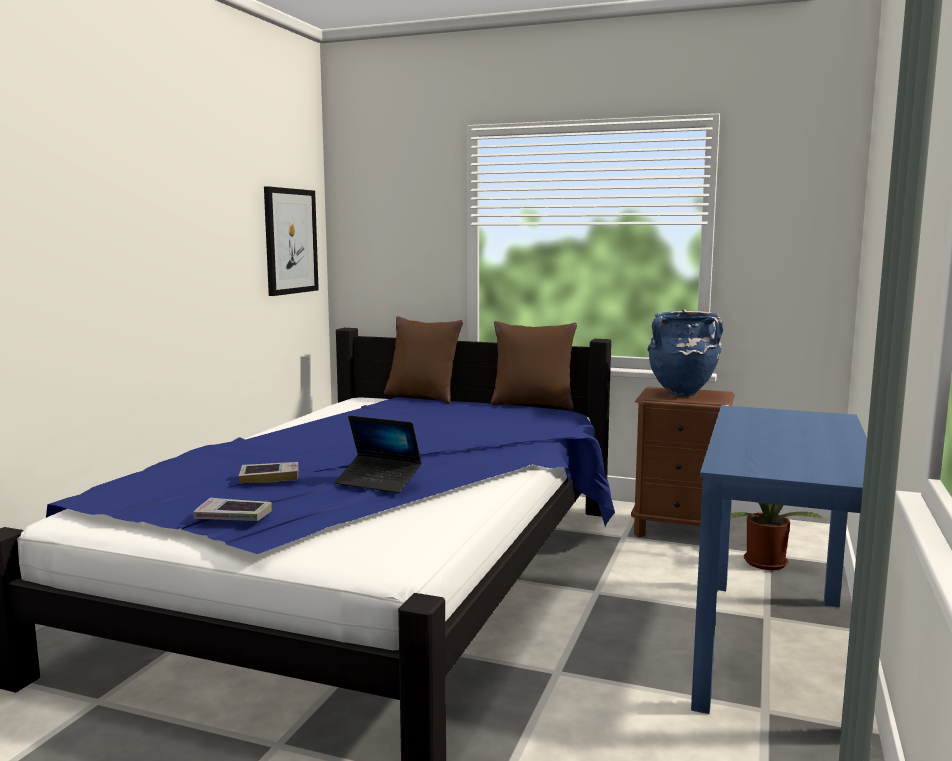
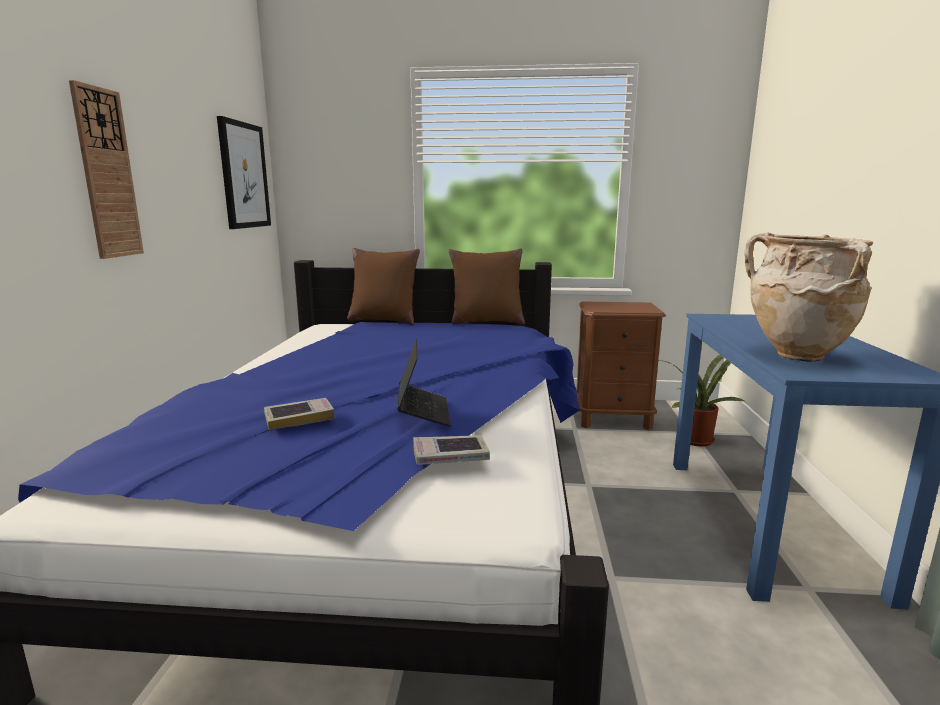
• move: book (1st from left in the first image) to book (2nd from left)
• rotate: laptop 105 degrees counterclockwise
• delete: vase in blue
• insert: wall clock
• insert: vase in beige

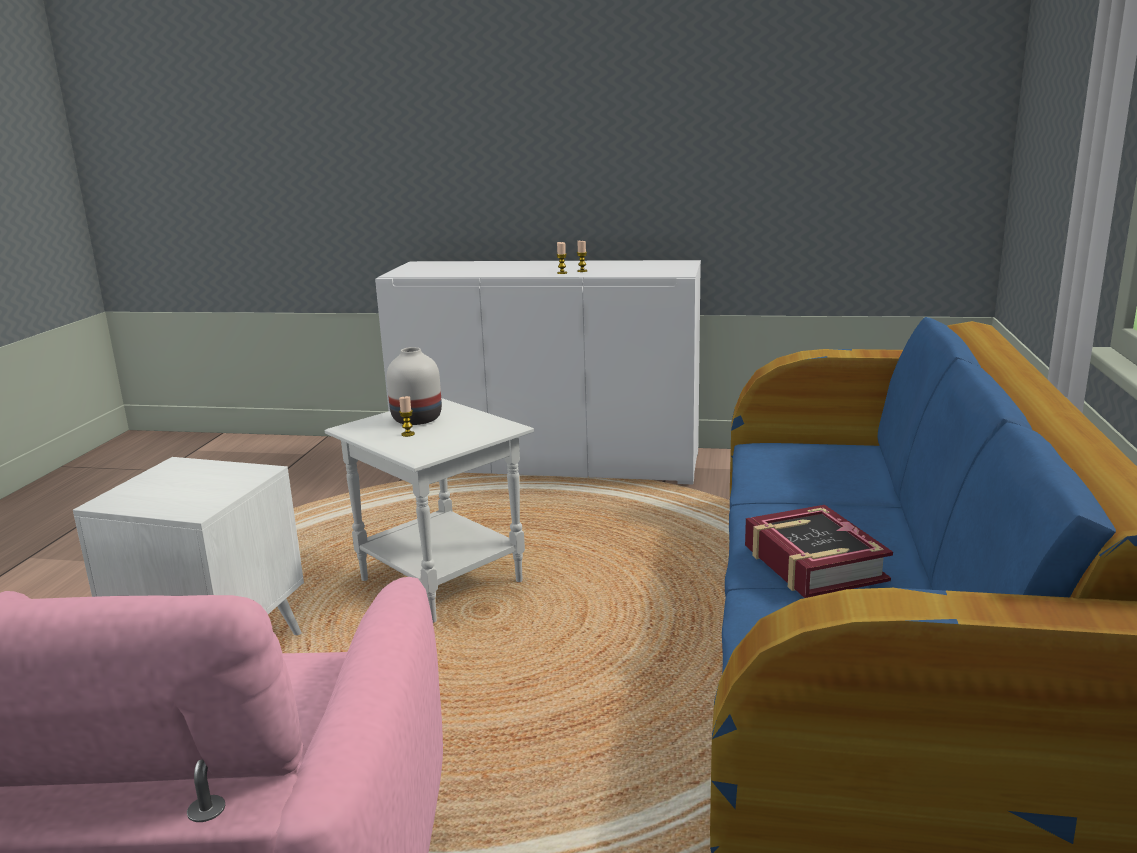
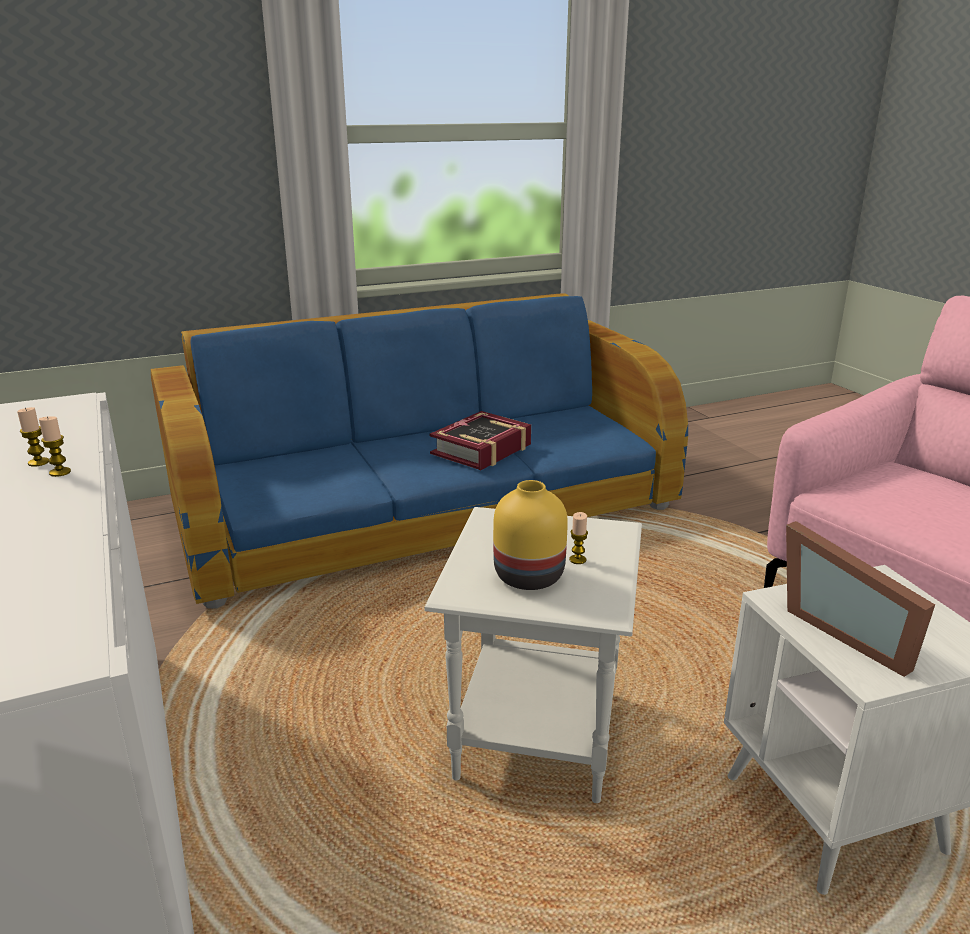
• recolor: vase in white to vase in yellow
• insert: picture frame

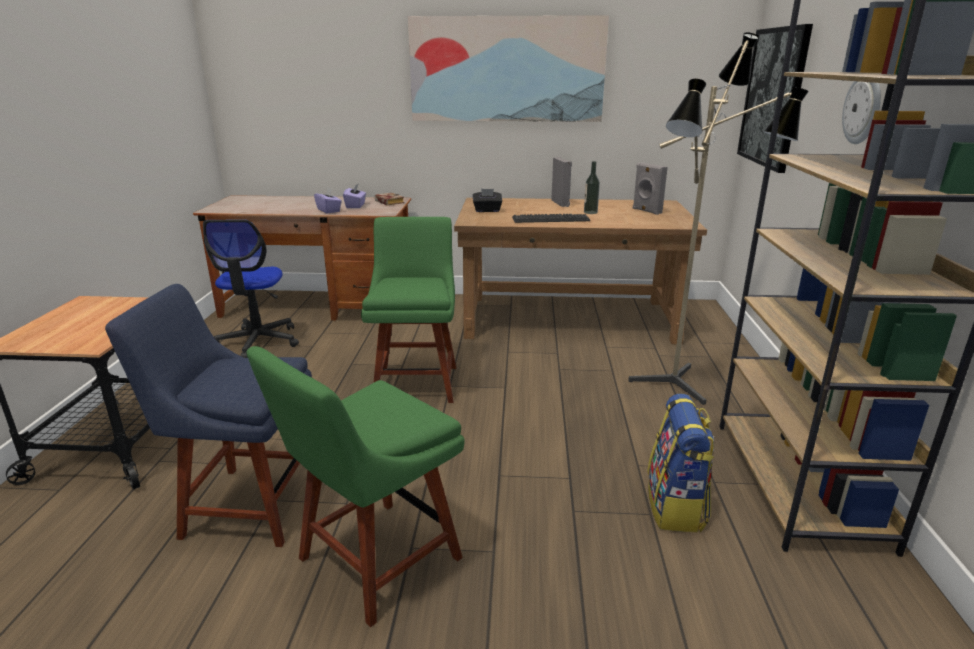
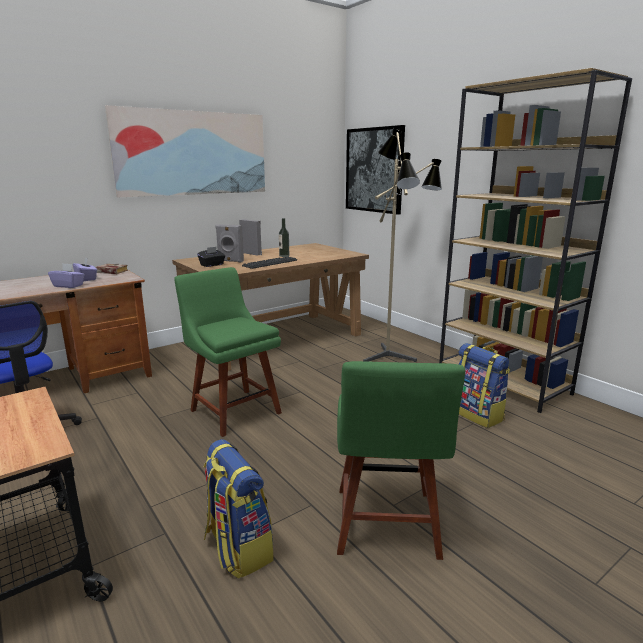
• replace: chair in blue to backpack (1st from left)
• move: speaker in grey (2nd from left in the first image) to speaker in grey (1st from left)
• delete: wall clock

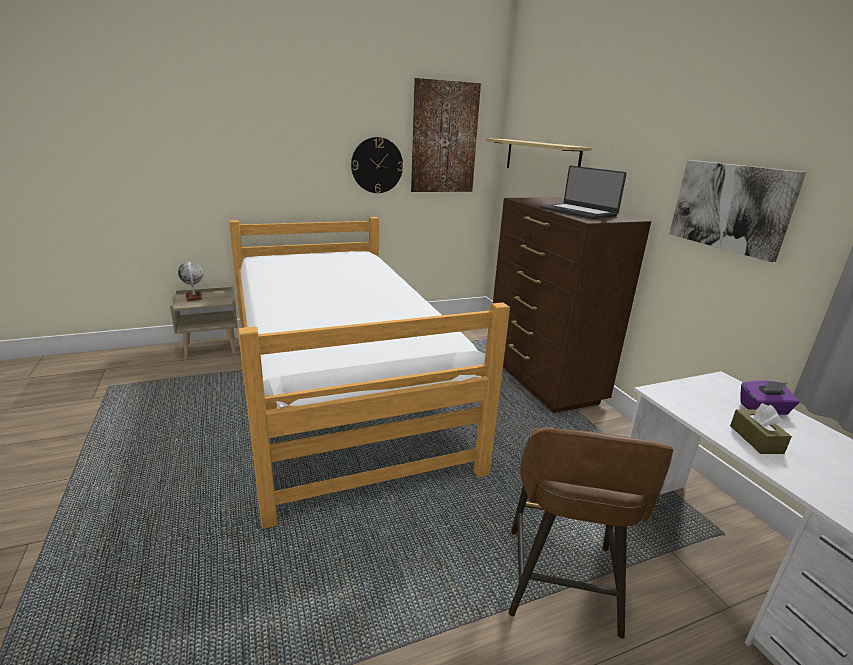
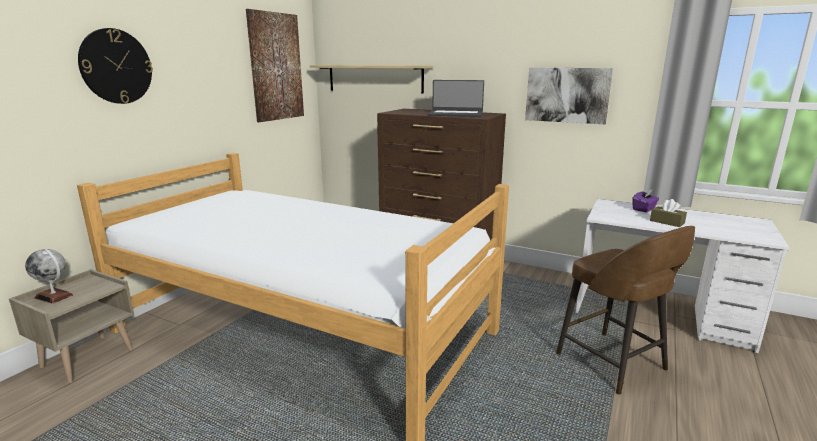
• move: wall clock

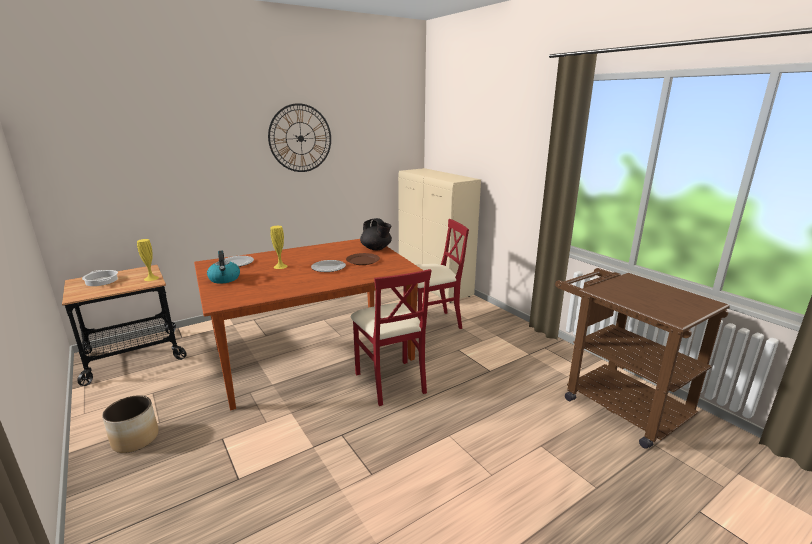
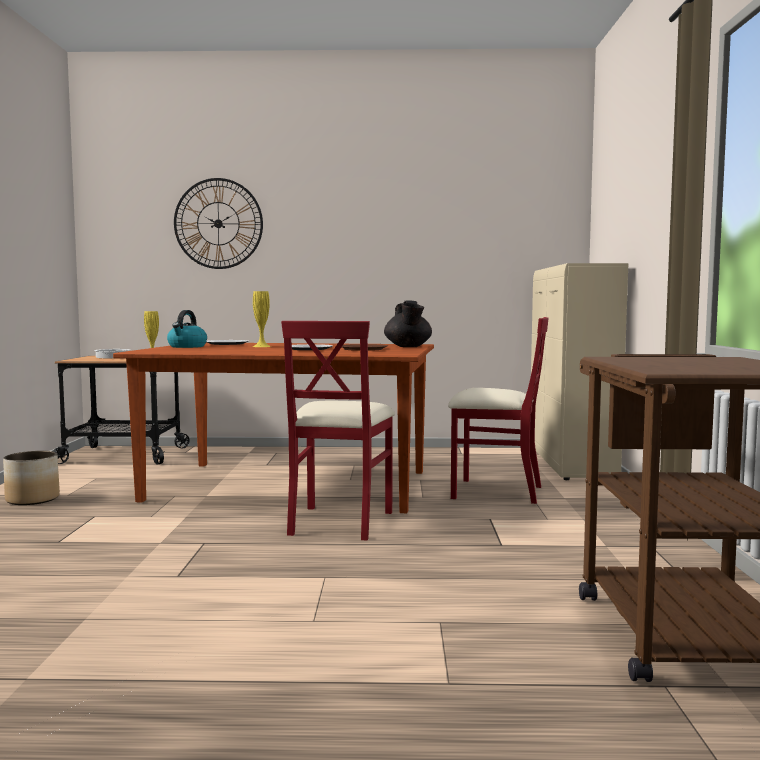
• move: wall clock

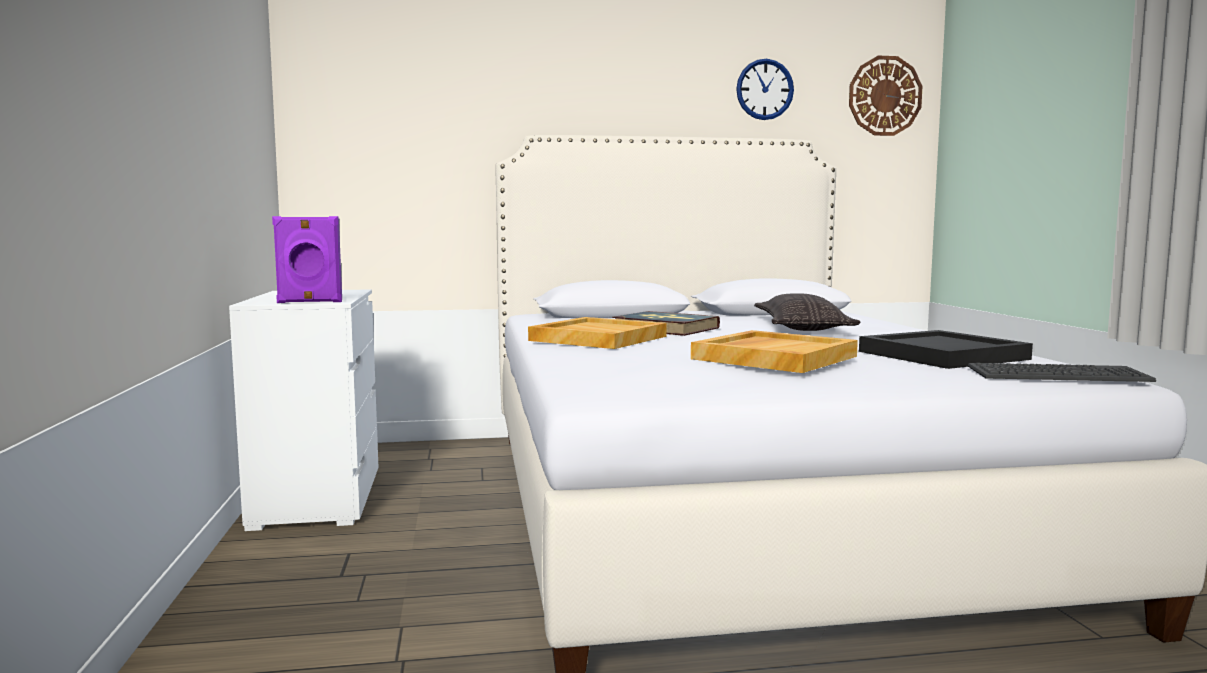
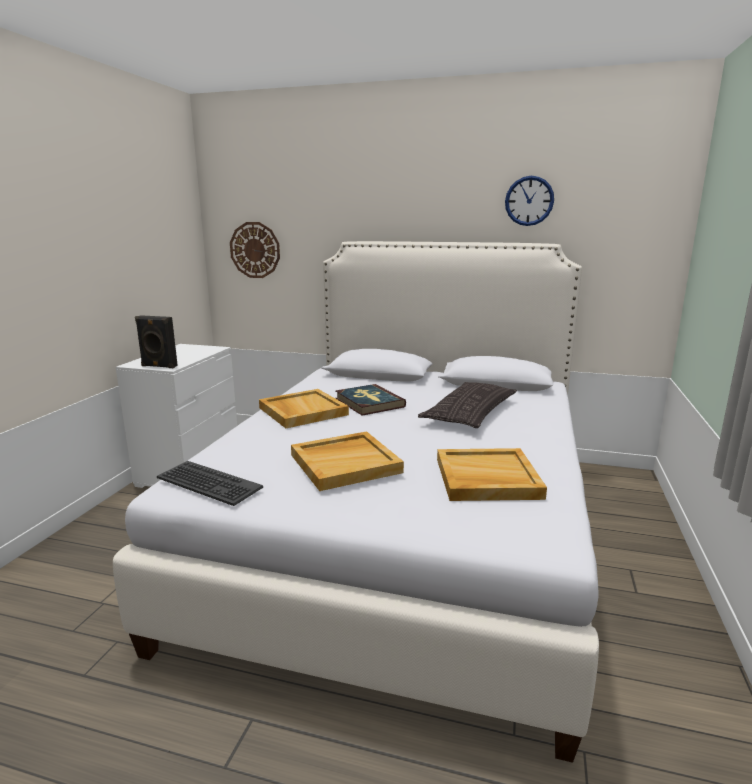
• recolor: speaker in purple to speaker in black
• move: wall clock (2nd from left in the first image) to wall clock (1st from left)
• recolor: tray in black to tray in beige (3rd from left)
• move: keyboard

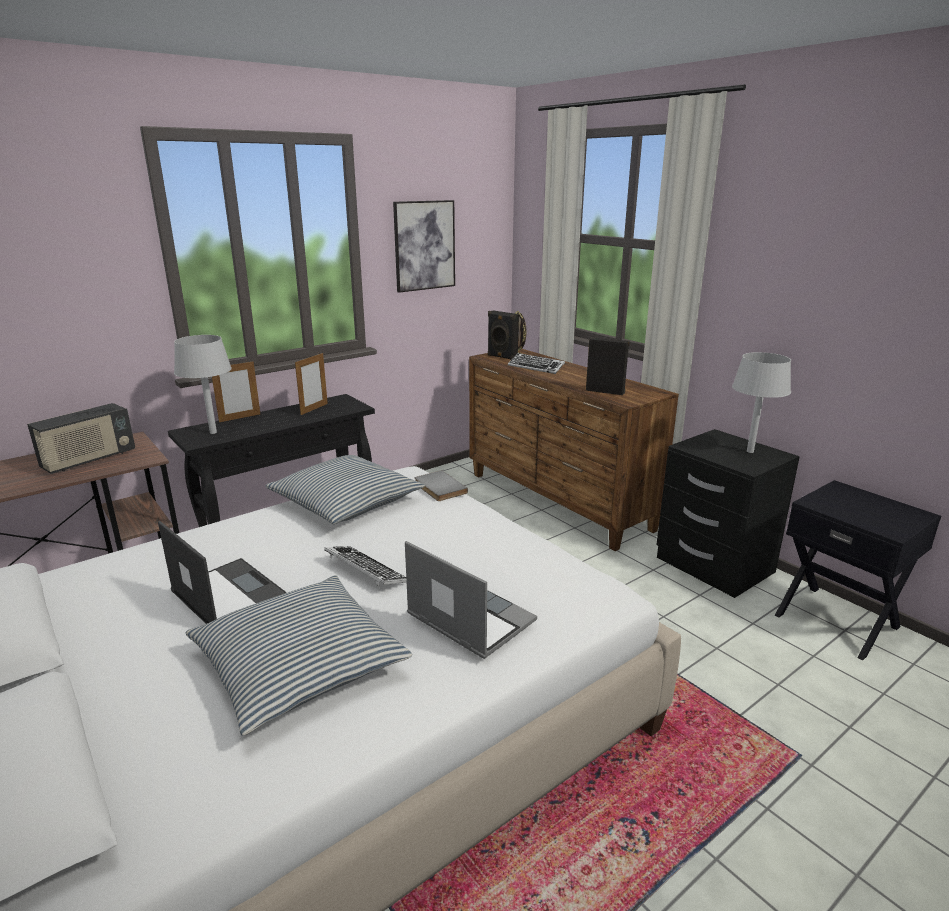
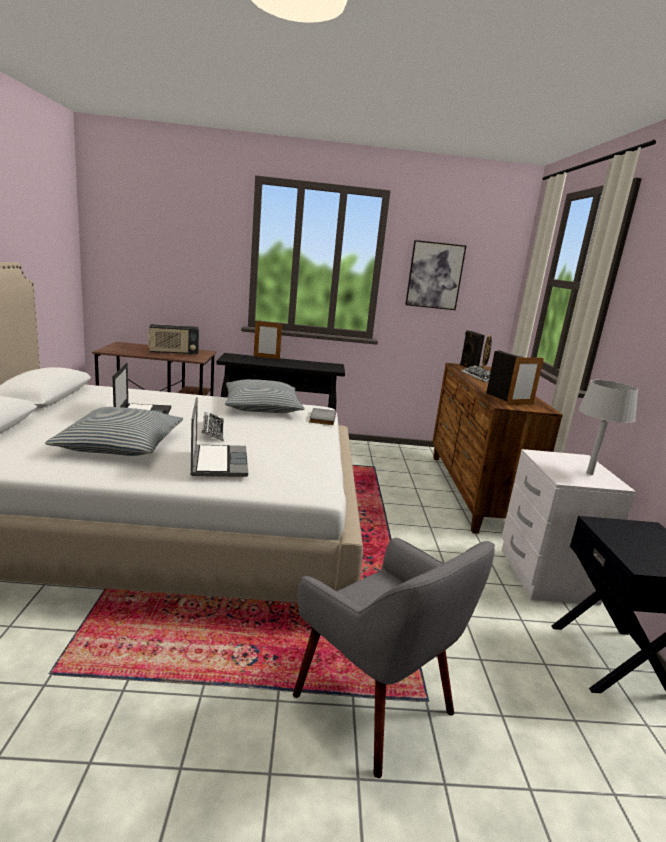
• delete: table lamp in grey (1st from left)
• move: picture frame (2nd from left in the first image) to picture frame (3rd from left)
• recolor: nightstand in black (1st from left) to nightstand in white
• insert: armchair in grey

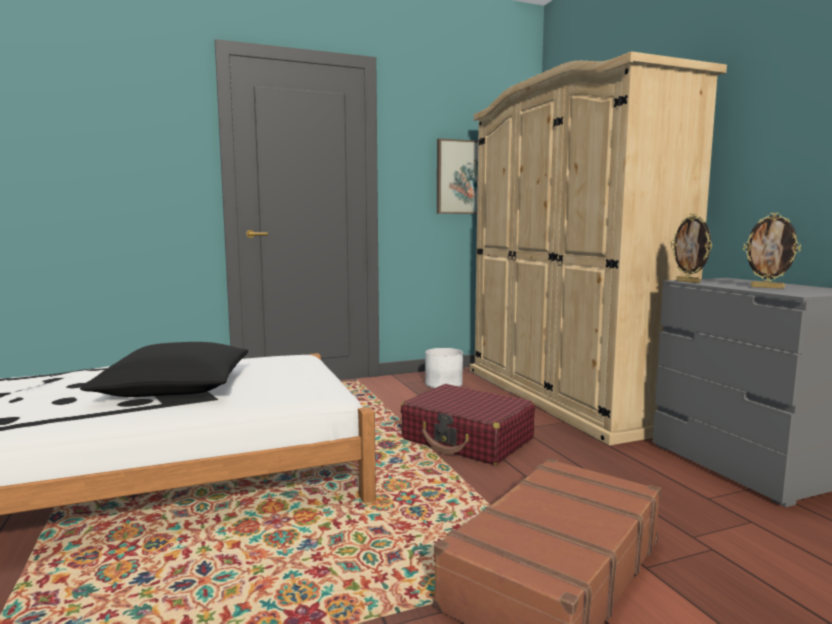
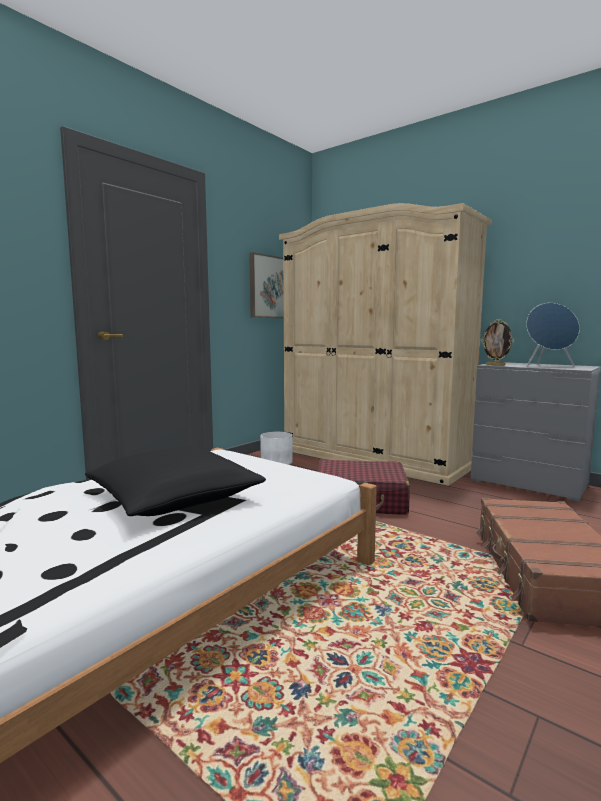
• replace: picture frame (2nd from left) to speaker in blue

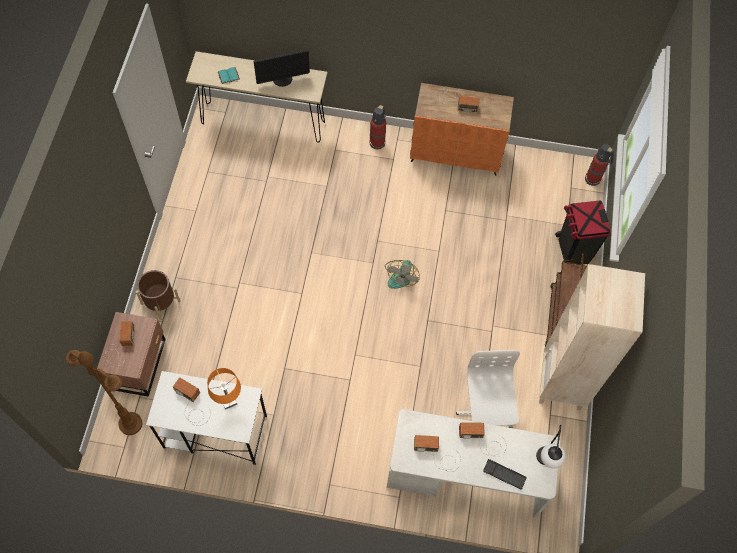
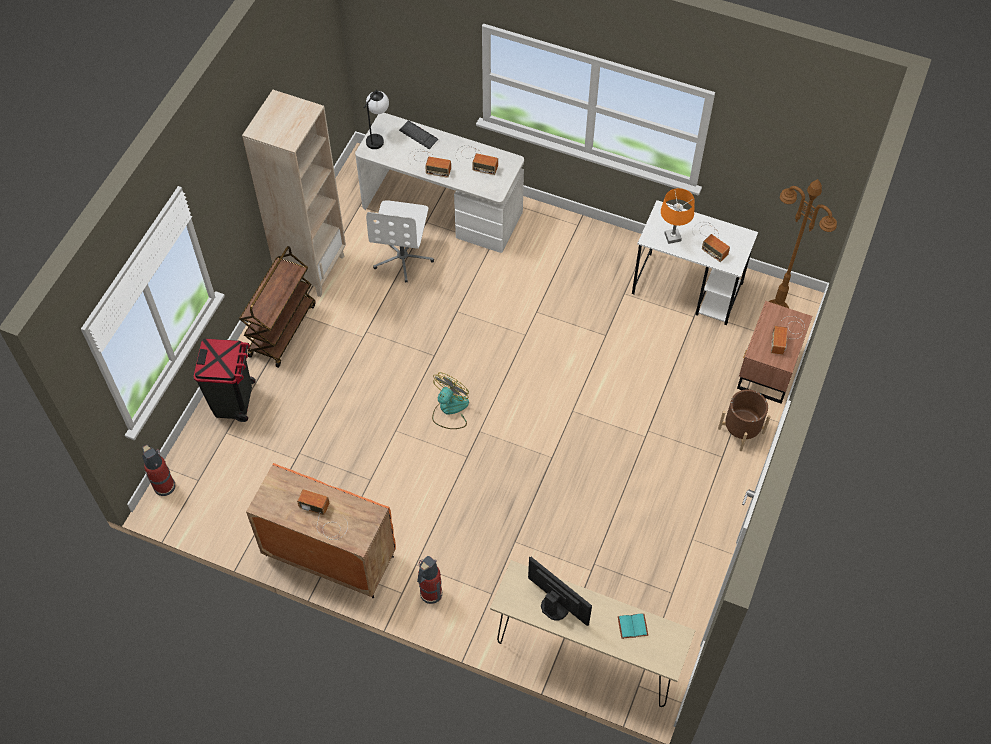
• rotate: monitor 45 degrees clockwise

